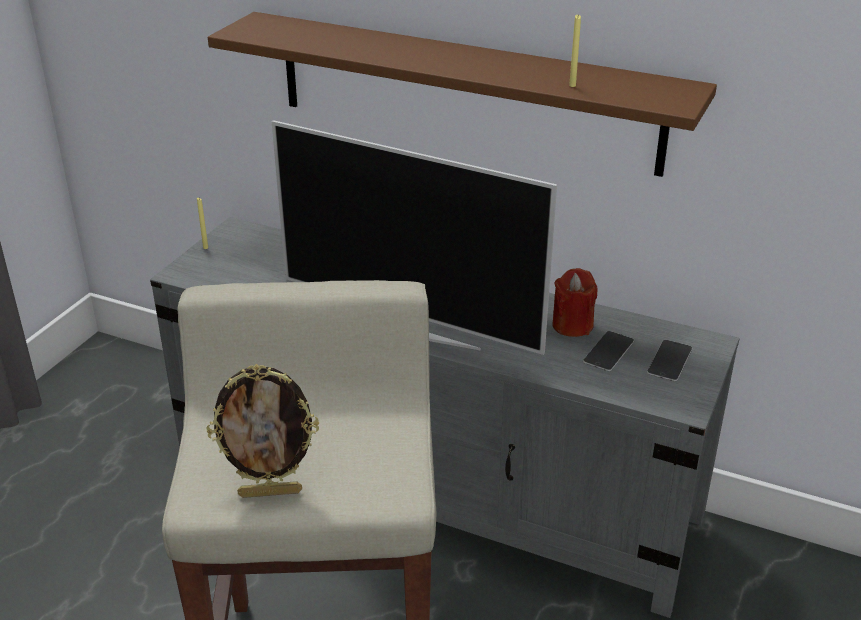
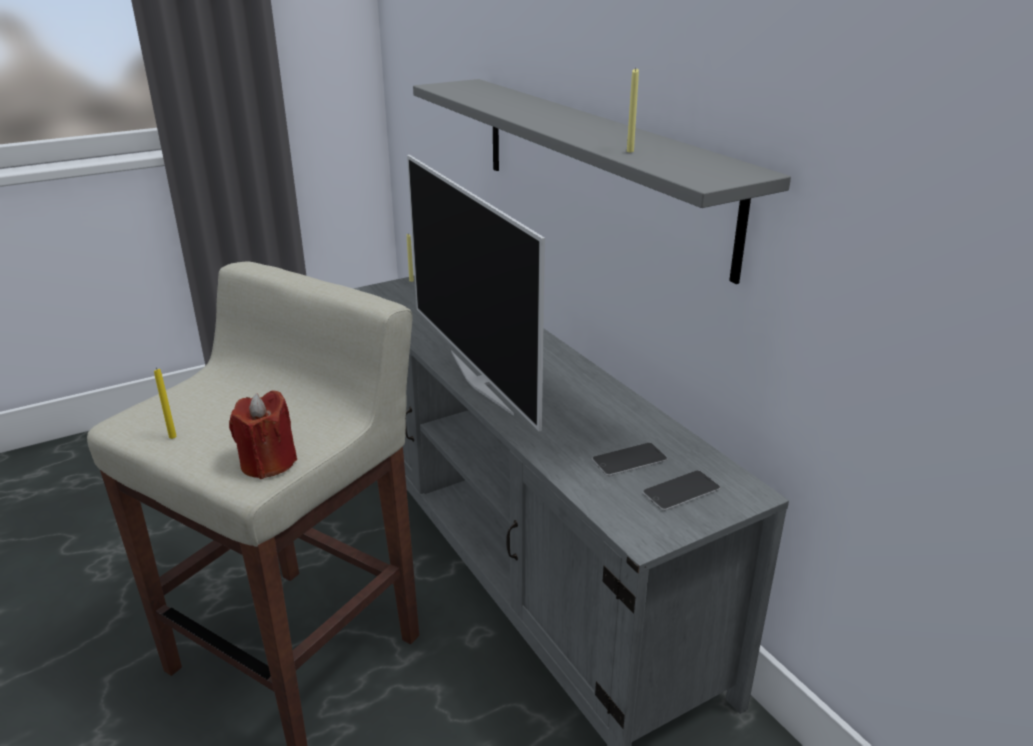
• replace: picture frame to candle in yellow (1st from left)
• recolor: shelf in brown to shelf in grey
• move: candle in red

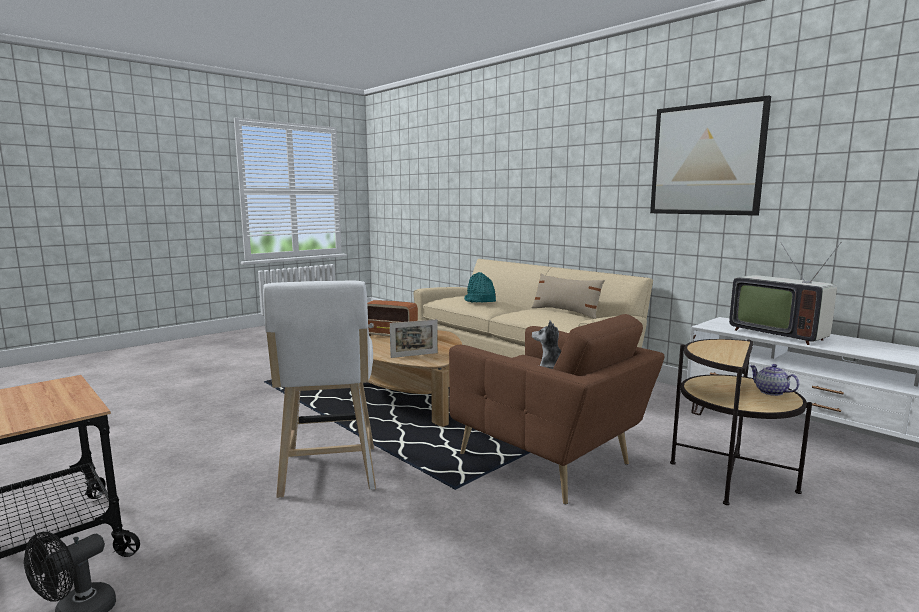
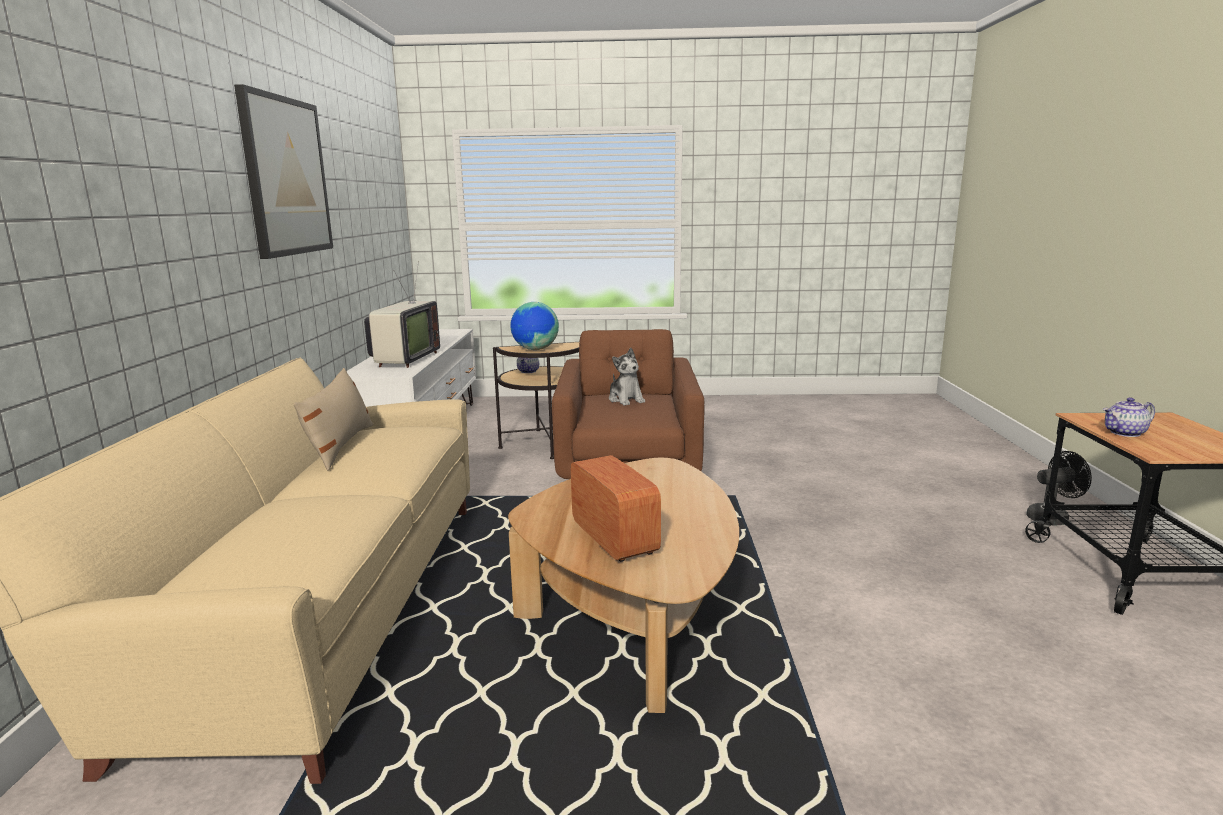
• delete: stool in white
• delete: picture frame
• delete: hat in turquoise
• insert: globe
• insert: teapot (2nd from left)

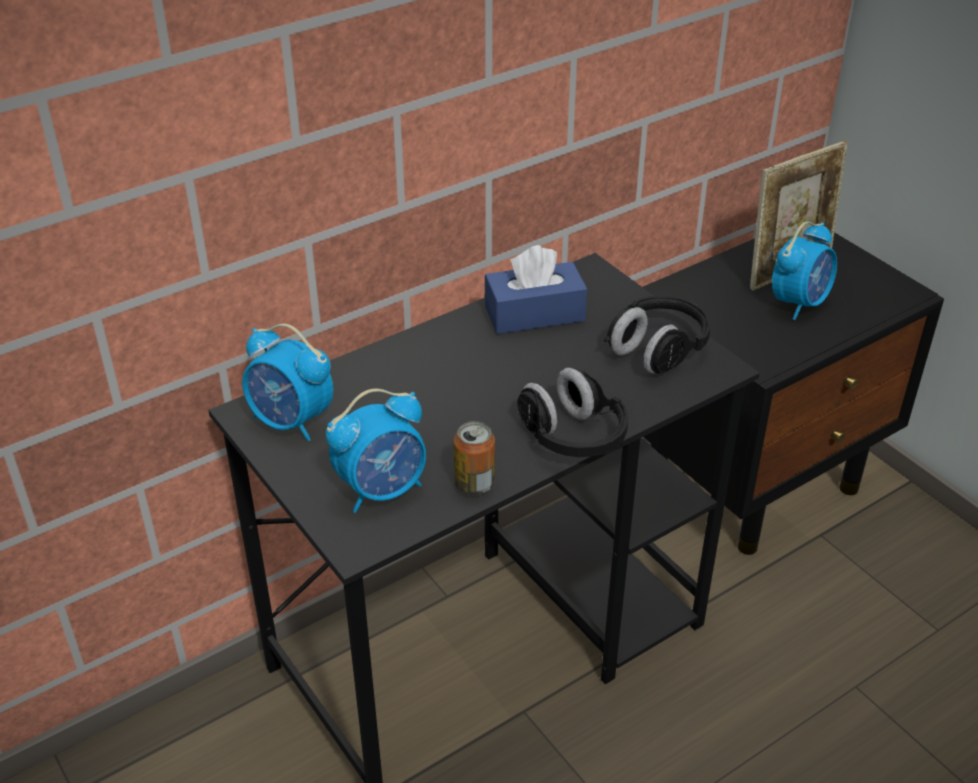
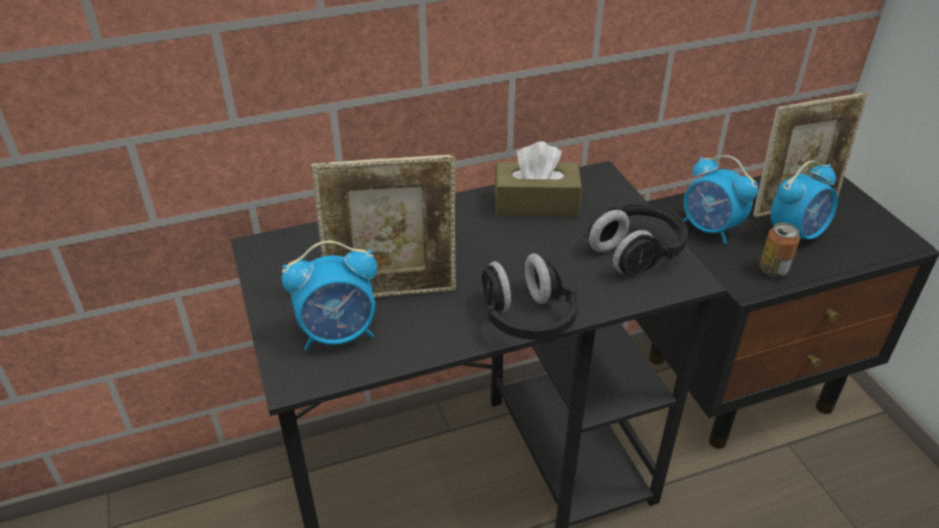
• move: alarm clock (1st from left in the first image) to alarm clock (2nd from left)
• move: can
• recolor: tissue box in blue to tissue box in brown
• insert: picture frame (1st from left)

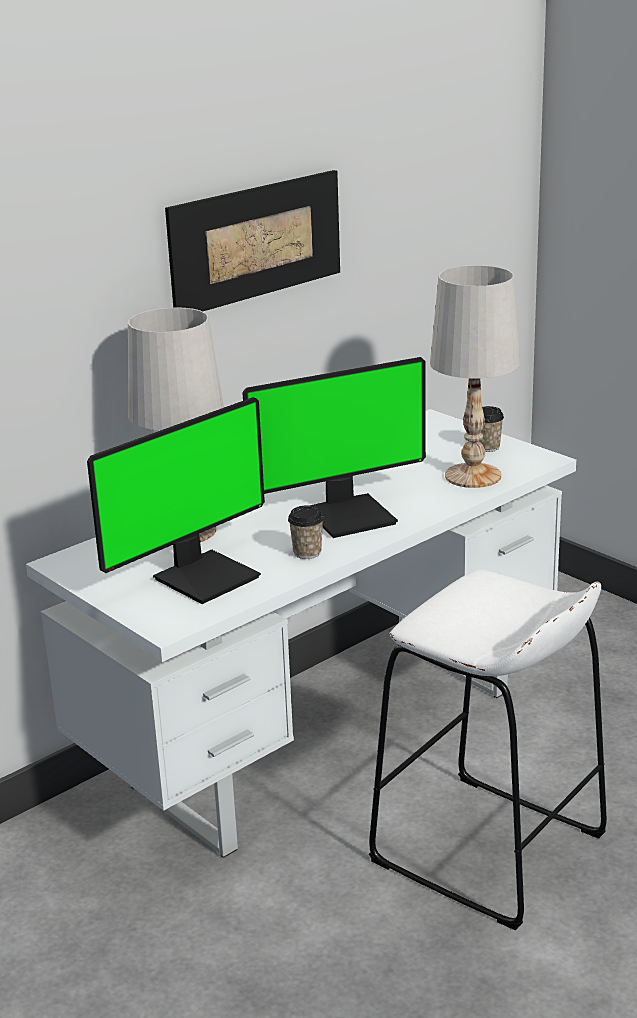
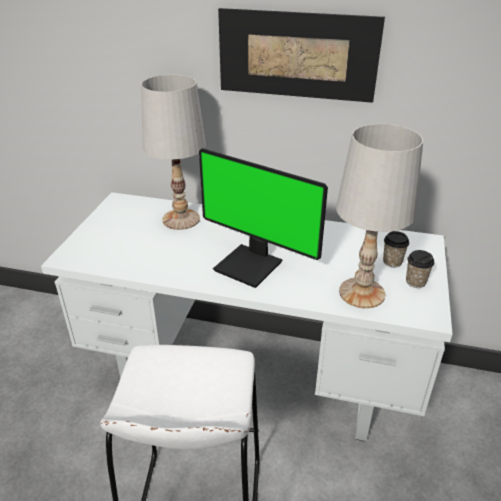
• delete: monitor (1st from left)
• move: cup (1st from left)

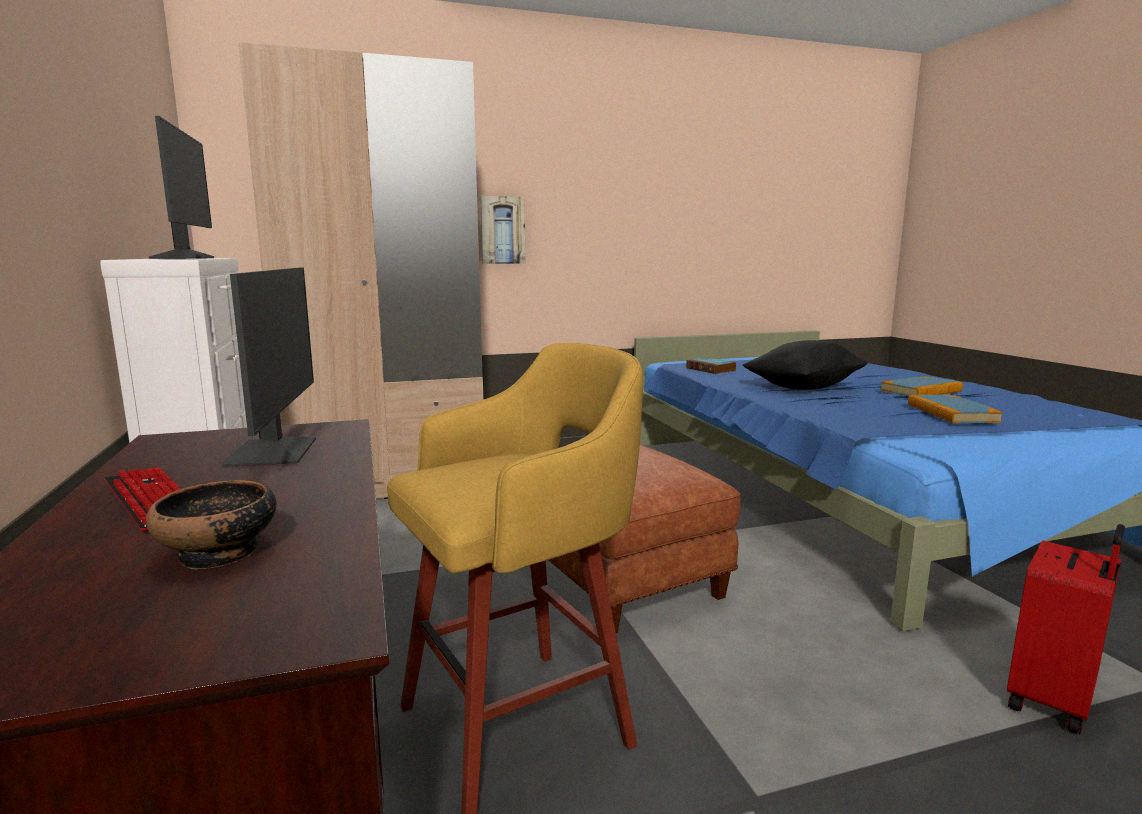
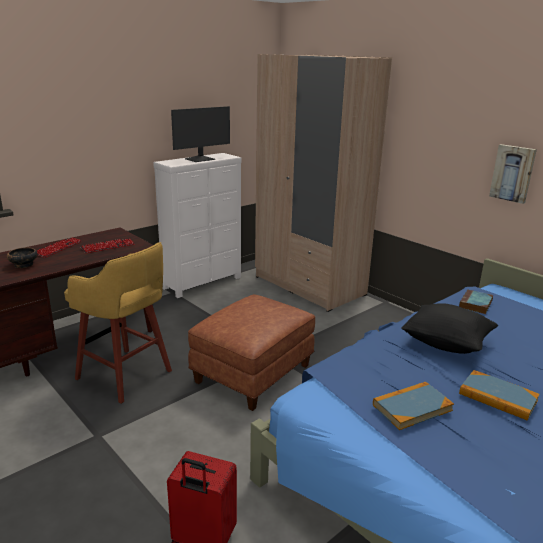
• replace: monitor (2nd from left) to keyboard (2nd from left)
• move: picture

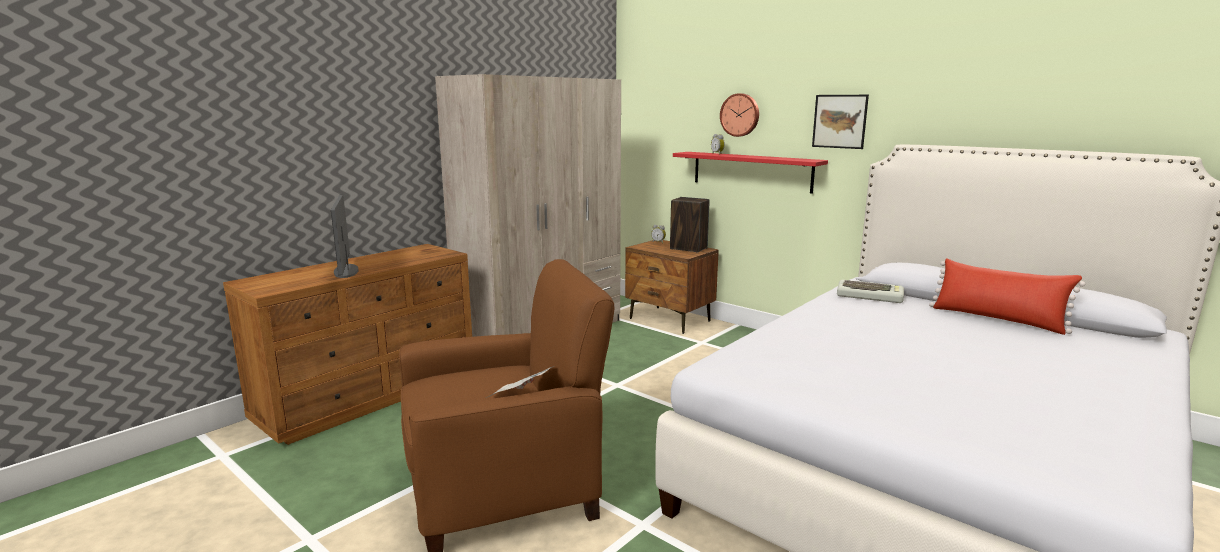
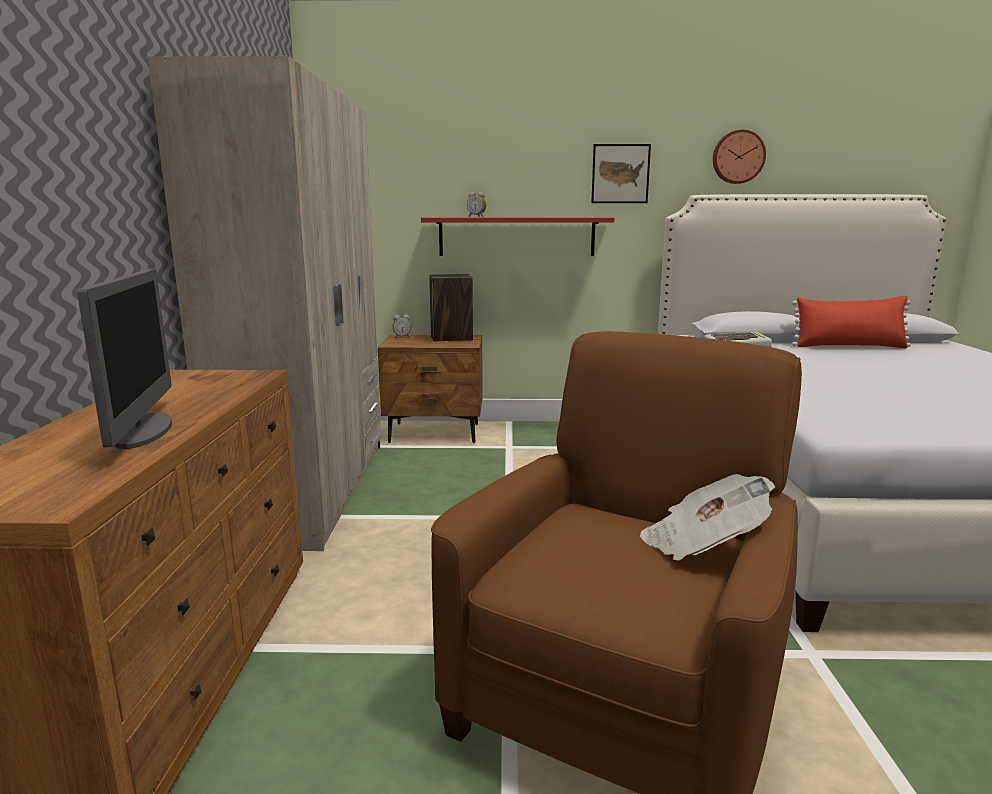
• rotate: monitor 135 degrees counterclockwise
• move: wall clock

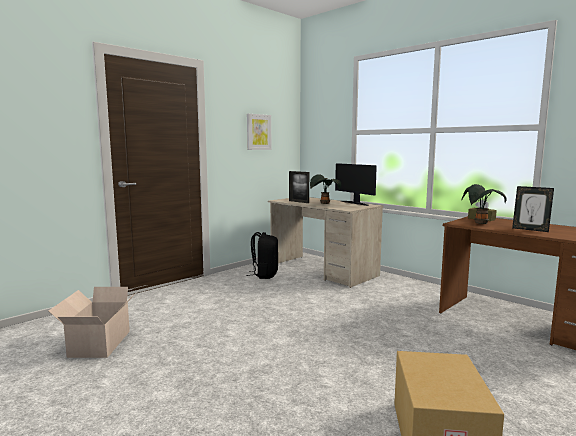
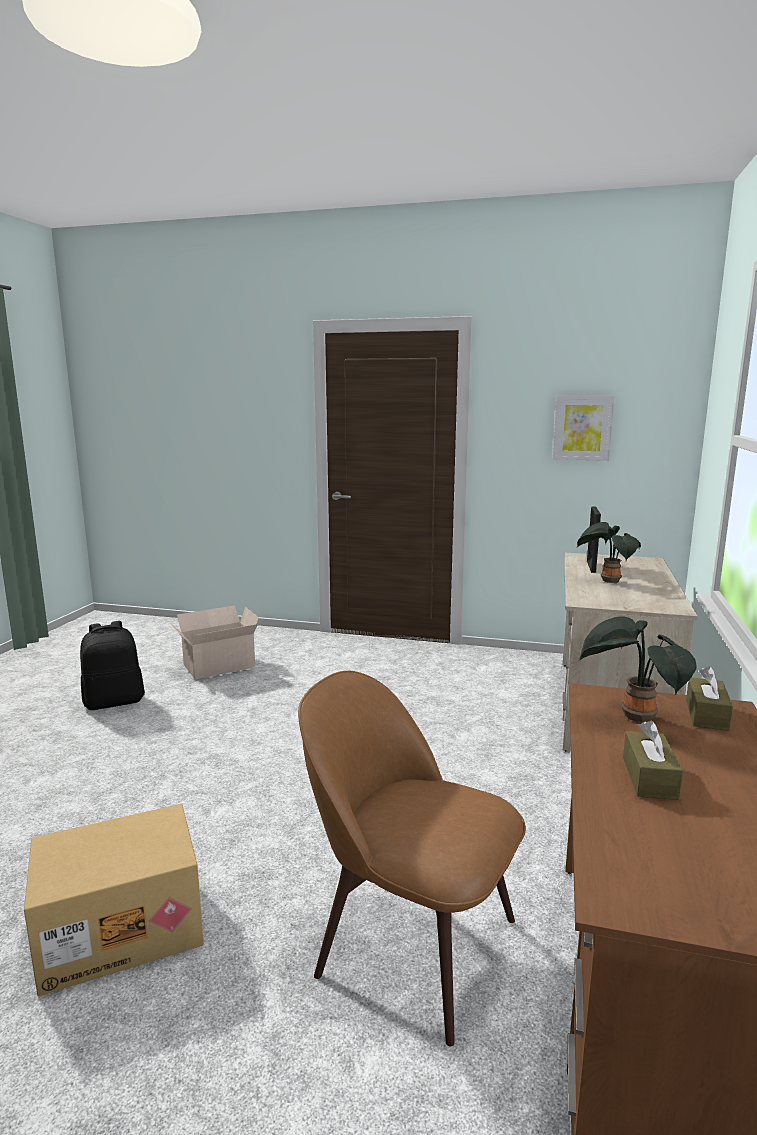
• move: backpack in black
• delete: monitor
• replace: picture frame (2nd from left) to tissue box in brown (1st from left)
• insert: chair in brown

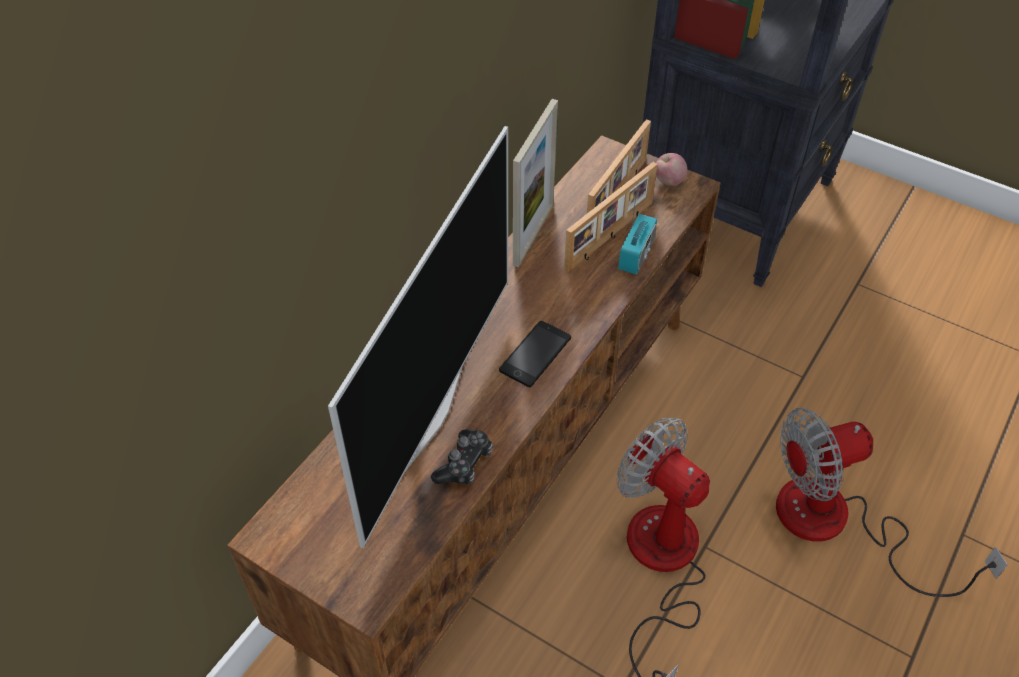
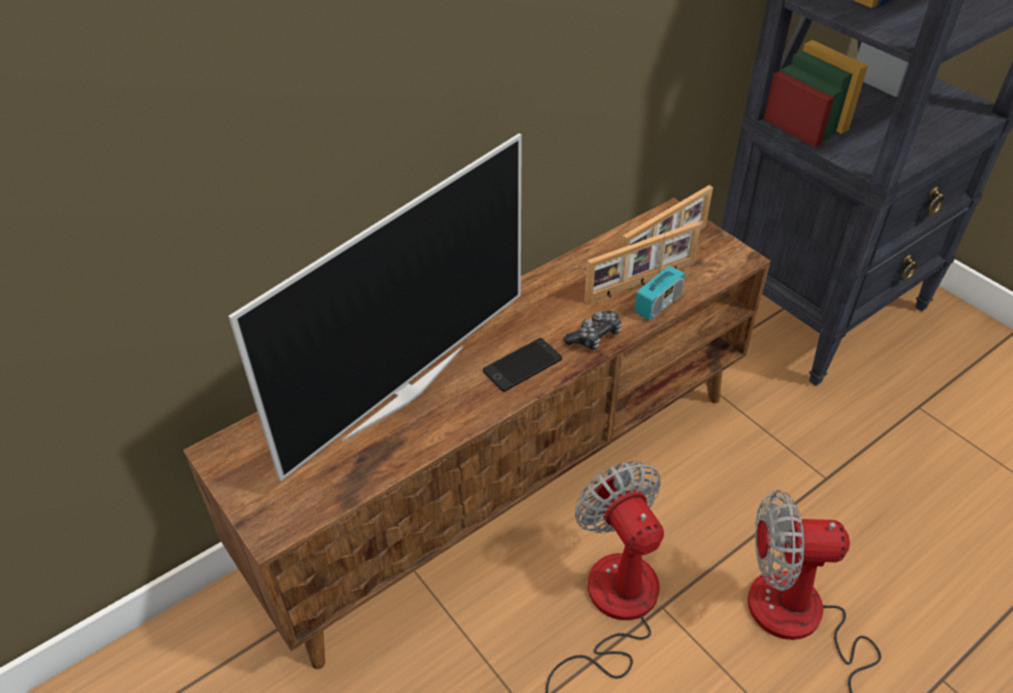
• move: game controller
• delete: picture frame (1st from left)
• delete: apple

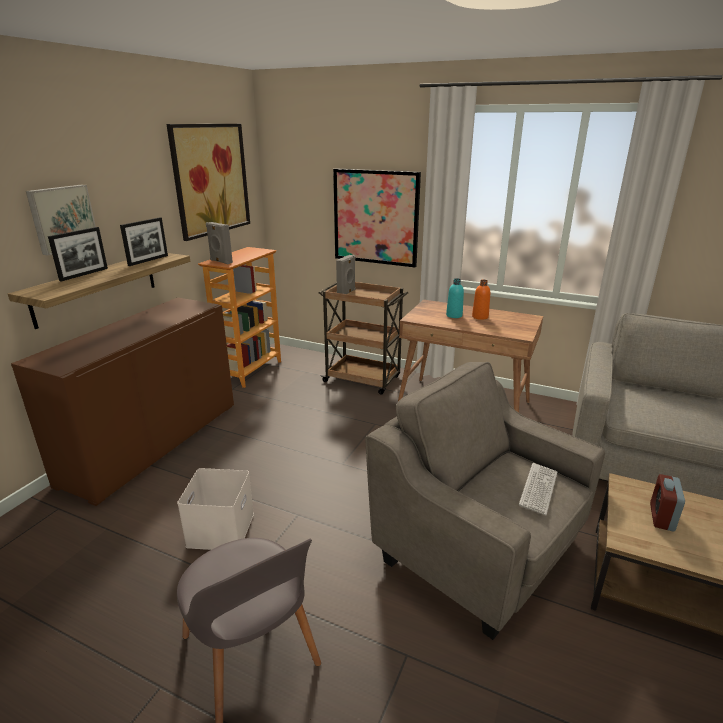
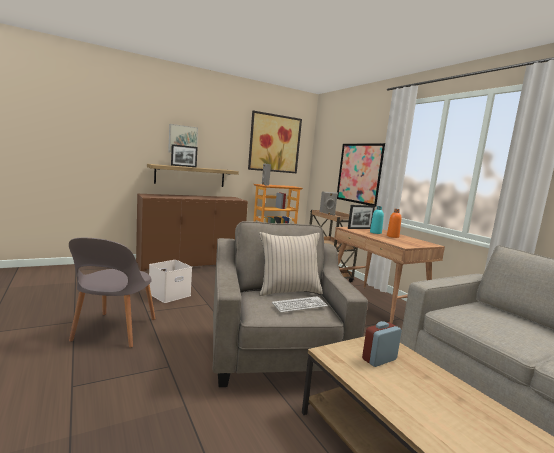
• move: picture frame (2nd from left)
• insert: pillow in beige

